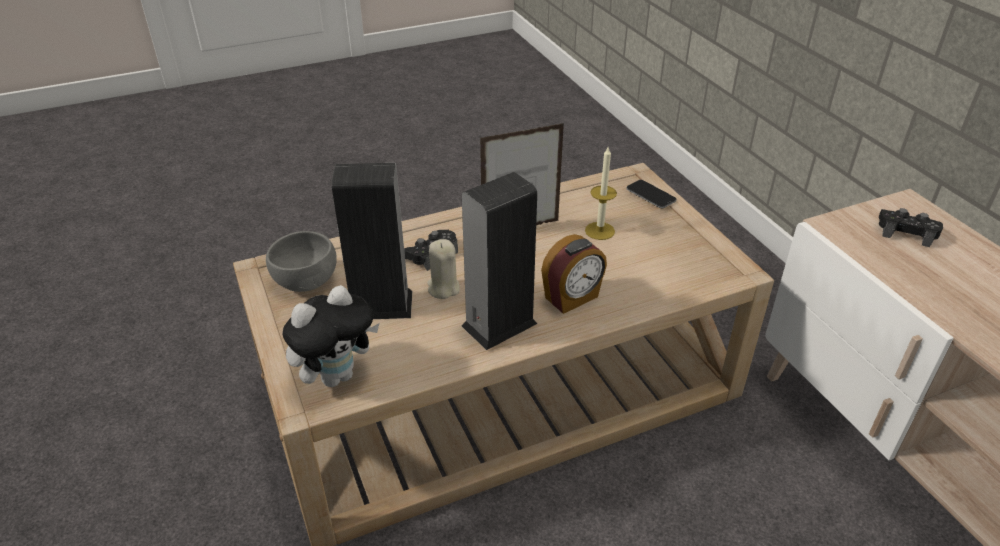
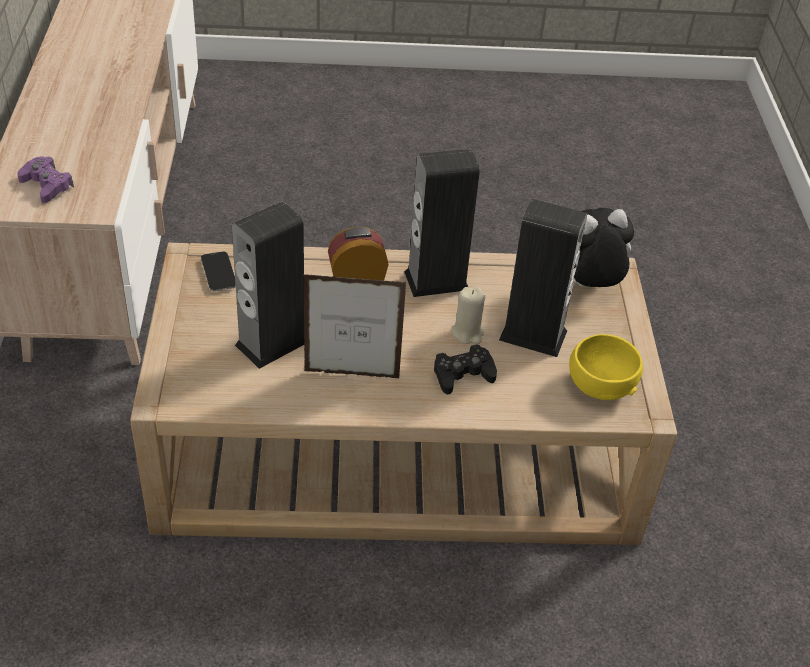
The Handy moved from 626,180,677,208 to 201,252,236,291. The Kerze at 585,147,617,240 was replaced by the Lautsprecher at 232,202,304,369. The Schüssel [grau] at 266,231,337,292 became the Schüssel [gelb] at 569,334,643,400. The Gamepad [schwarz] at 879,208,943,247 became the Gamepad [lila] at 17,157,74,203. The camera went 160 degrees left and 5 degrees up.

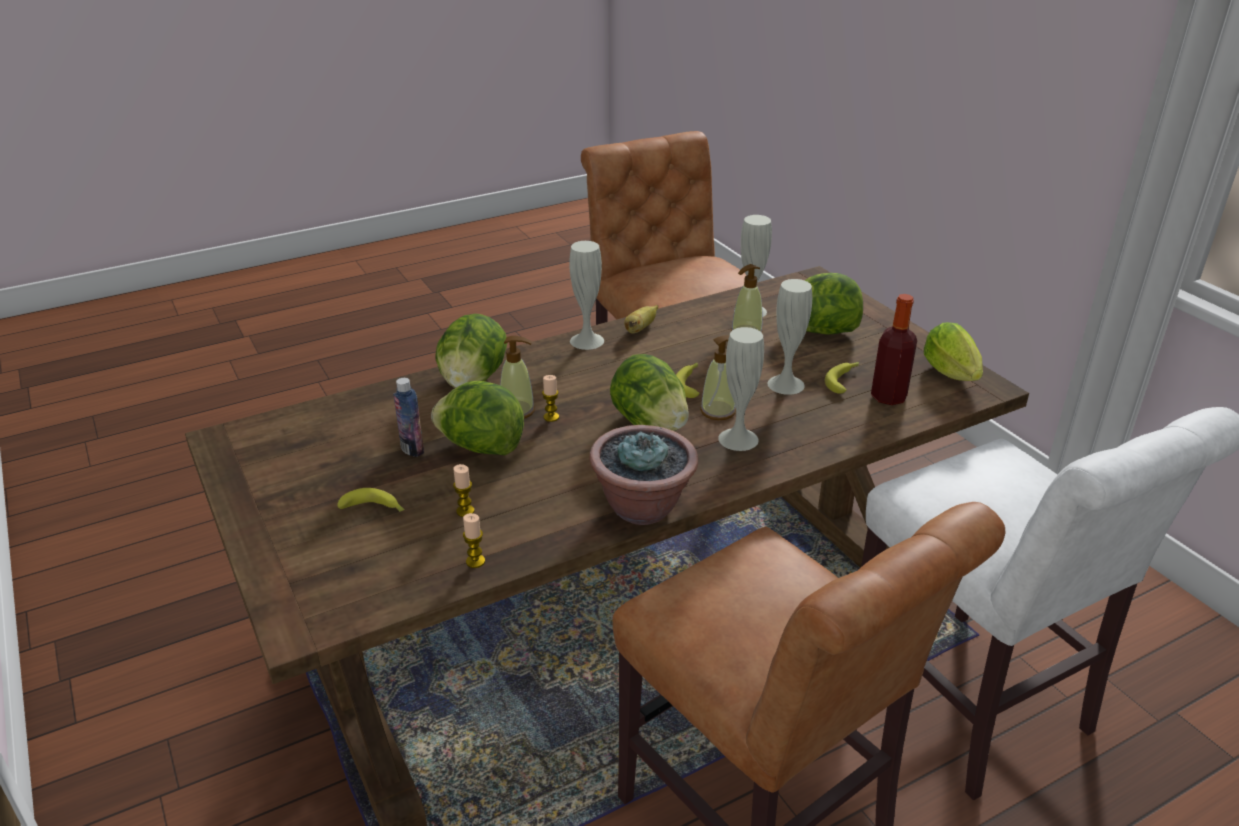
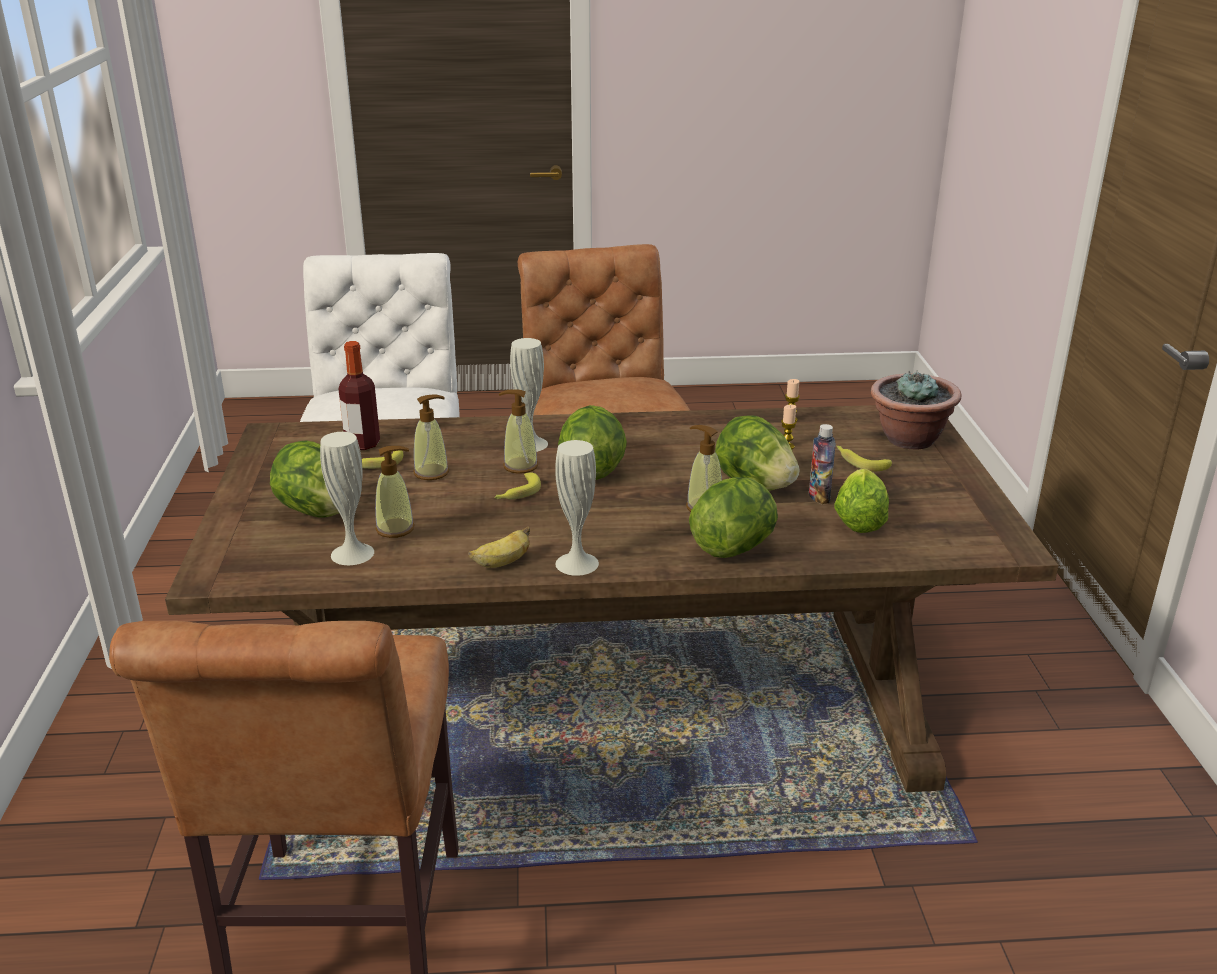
The Kerze at 542,375,559,422 disappeared. The Topfpflanze moved from 589,425,698,525 to 871,370,961,449. The Salatkopf moved from 924,322,983,381 to 835,469,889,533. The Vase [weiß] at 767,279,812,395 was replaced by the Seifenspender at 414,394,449,480. The camera went 155 degrees left and 5 degrees down.

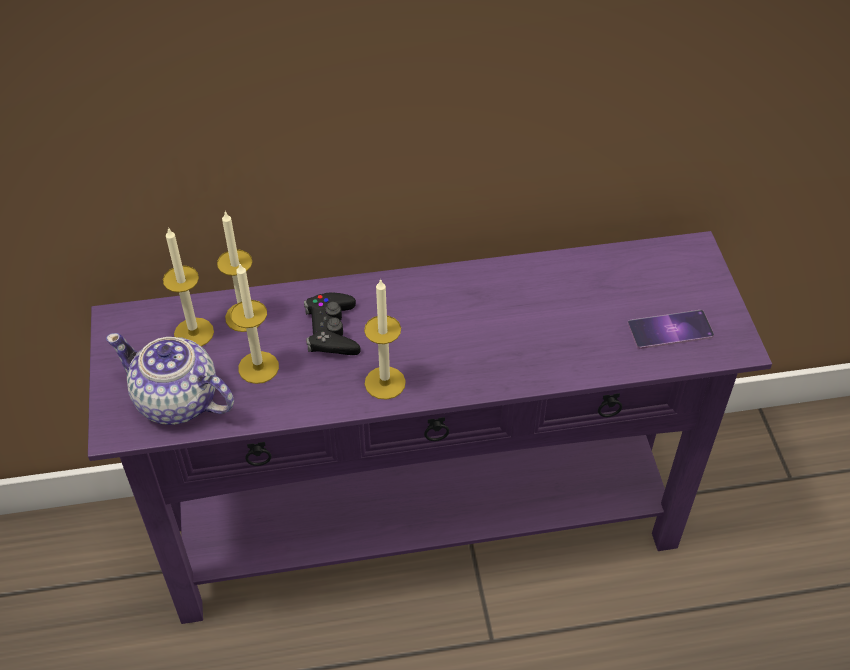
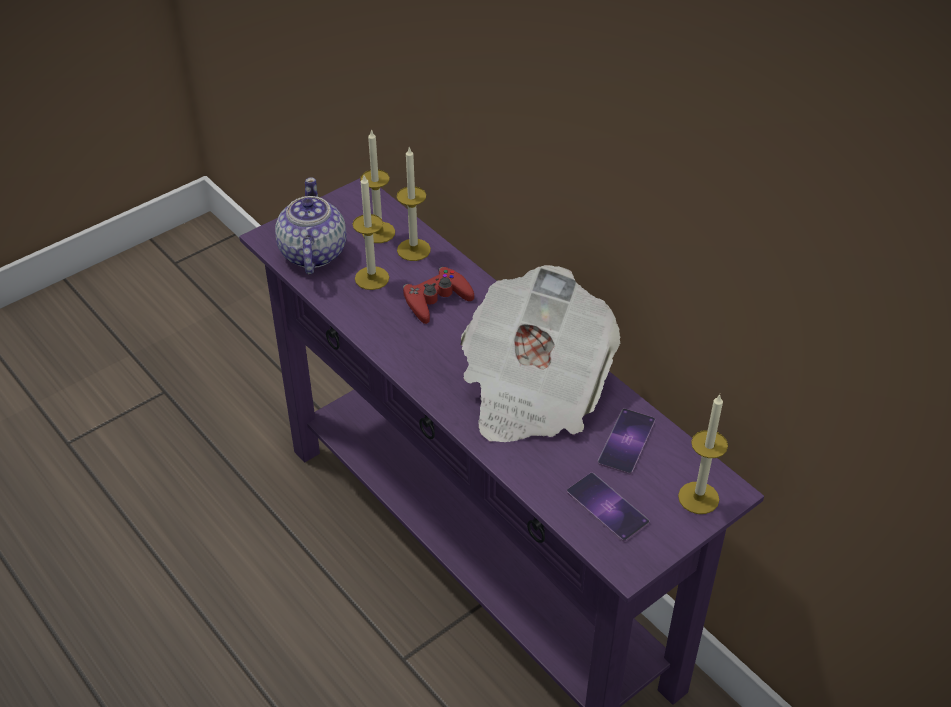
The Zeitung at 460,265,621,442 appeared. The Handy at 598,408,655,475 appeared. The Kerze moved from 364,278,406,400 to 678,394,728,514. The Gamepad [schwarz] at 304,292,361,355 became the Gamepad [rot] at 403,267,474,324. The camera went 60 degrees right and 5 degrees down.

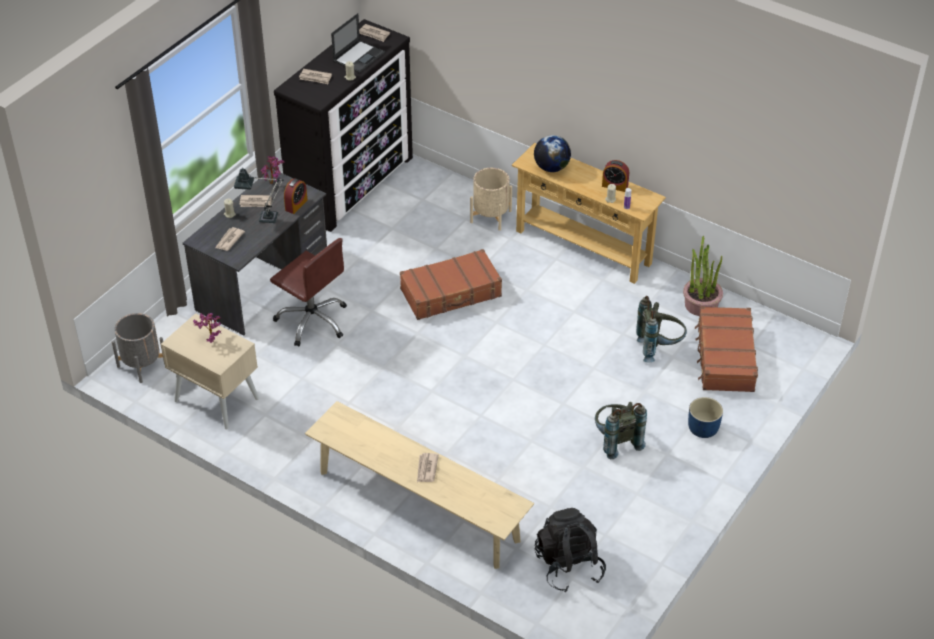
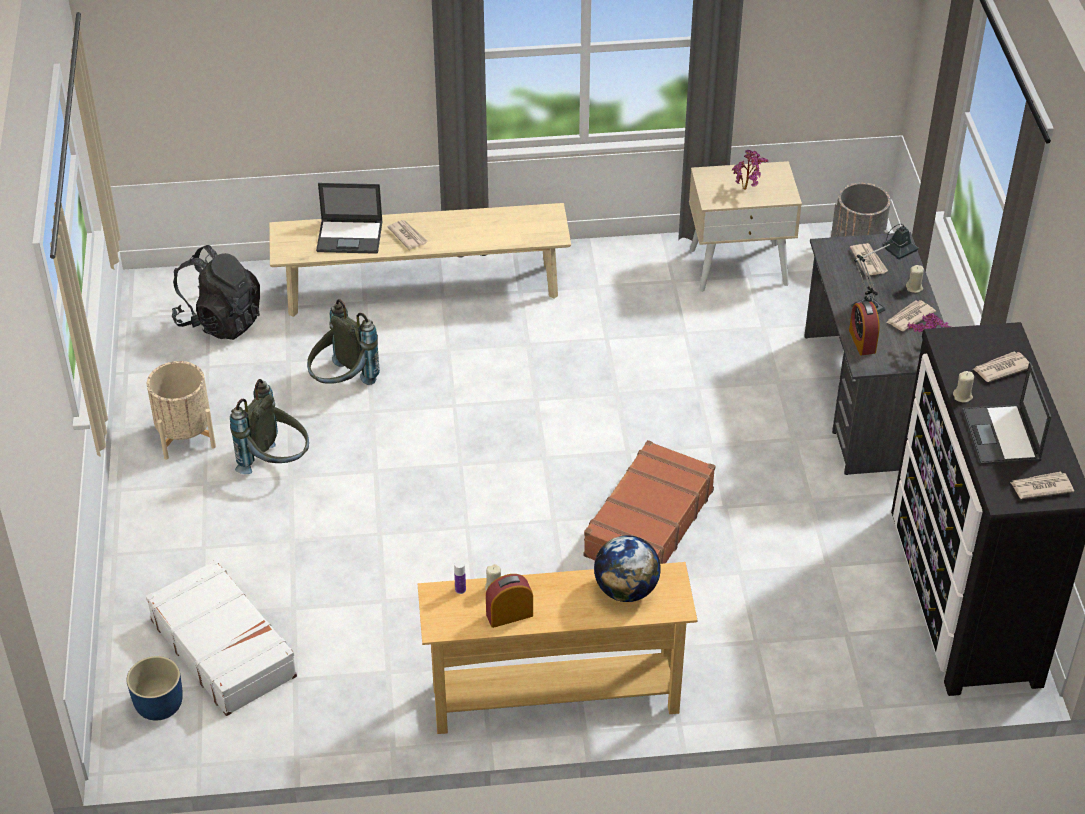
The Bürostuhl [braun] at 270,238,347,347 disappeared. The Topfpflanze at 683,236,723,316 disappeared. The Laptop at 316,183,383,254 appeared. The Pflanzkübel [beige] moved from 470,168,512,231 to 147,361,216,460. The Rucksack [grau] moved from 636,296,687,362 to 307,299,380,385. The Pflanzkübel [blau] moved from 688,397,723,438 to 126,656,183,721. The Koffer [braun] at 695,306,758,392 became the Koffer [weiß] at 146,560,297,716. The camera went 140 degrees right and 0 degrees up.

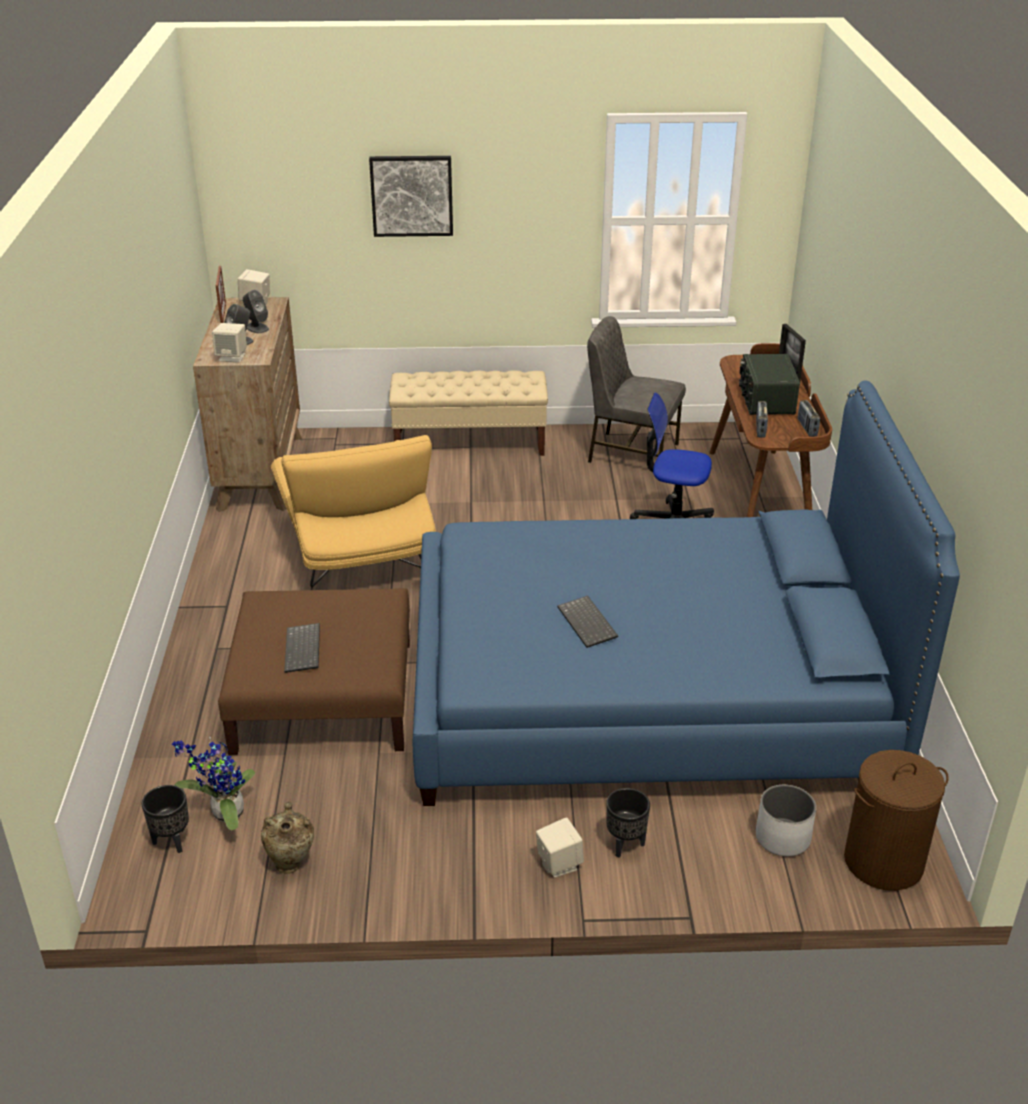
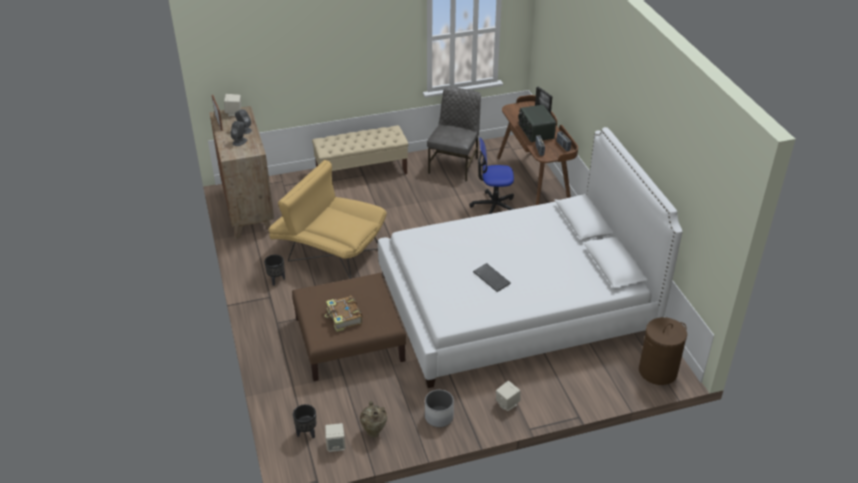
The Topfpflanze at 172,737,255,830 disappeared. The Bild at 369,156,453,237 disappeared. The Lautsprecher [beige] moved from 212,323,247,362 to 325,423,346,452. The Pflanzkübel [schwarz] moved from 606,788,650,858 to 264,255,285,286. The Pflanzkübel [weiß] moved from 756,785,816,857 to 425,390,454,427. The Tastatur at 284,623,320,673 was replaced by the Buch at 325,296,363,332. The Bett [blau] at 413,381,960,806 became the Bett [weiß] at 378,127,683,388. The Sessel [gelb] at 271,435,436,588 turned 150 degrees clockwise. The Stuhl [grau] at 587,316,686,463 turned 105 degrees clockwise. The camera went 15 degrees left and 5 degrees up.

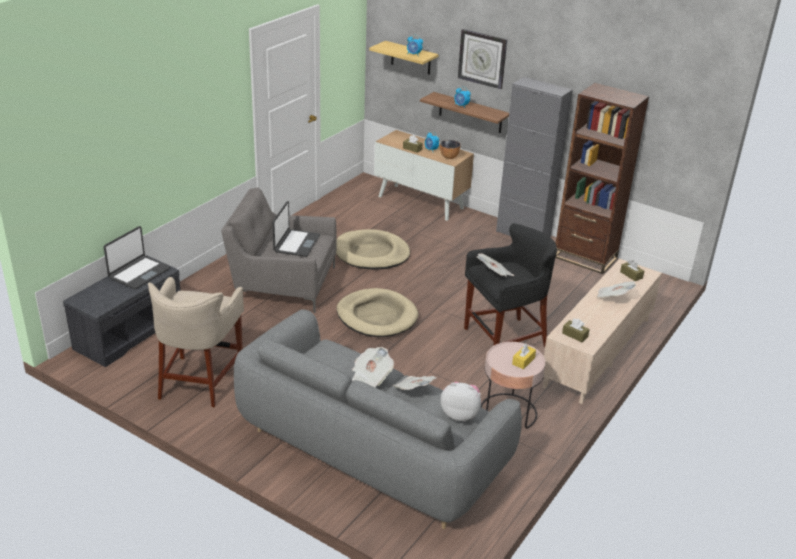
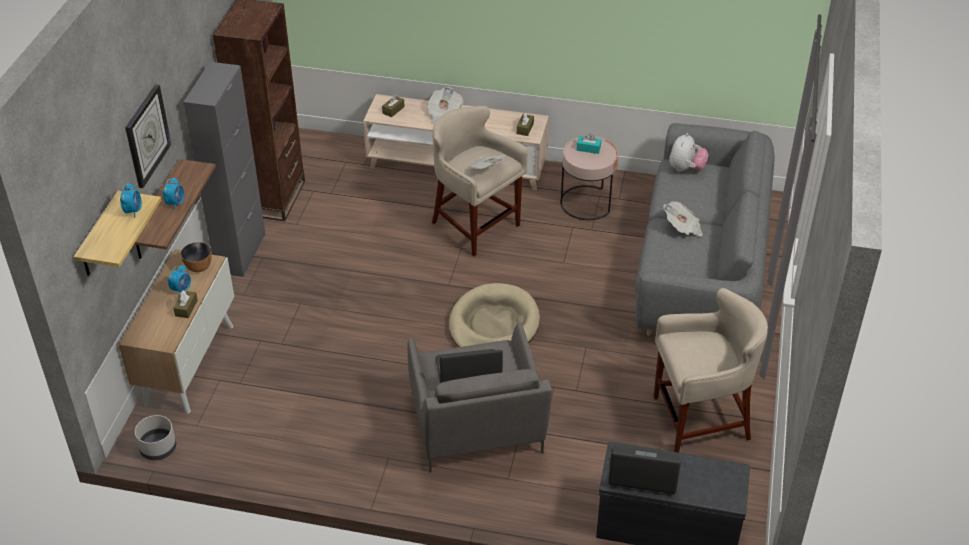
The Hundebett [beige] at 336,229,410,270 disappeared. The Zeitung at 393,376,437,390 disappeared. The Pflanzkübel [grau] at 135,415,176,460 appeared. The Hocker [schwarz] at 464,223,557,347 became the Hocker [beige] at 432,106,528,257. The Taschentuchbox [gelb] at 512,344,536,369 became the Taschentuchbox [türkis] at 577,134,601,154. The Plüschtier at 440,382,481,421 turned 150 degrees counterclockwise. The camera went 110 degrees left and 10 degrees up.

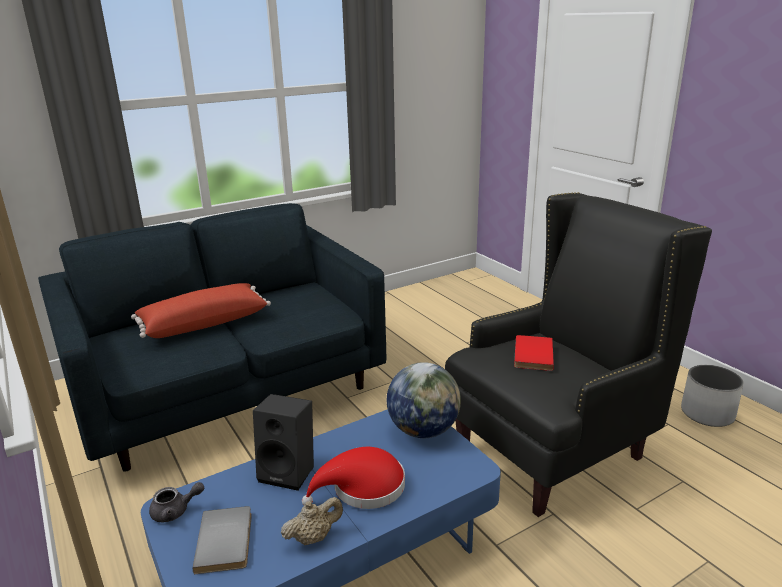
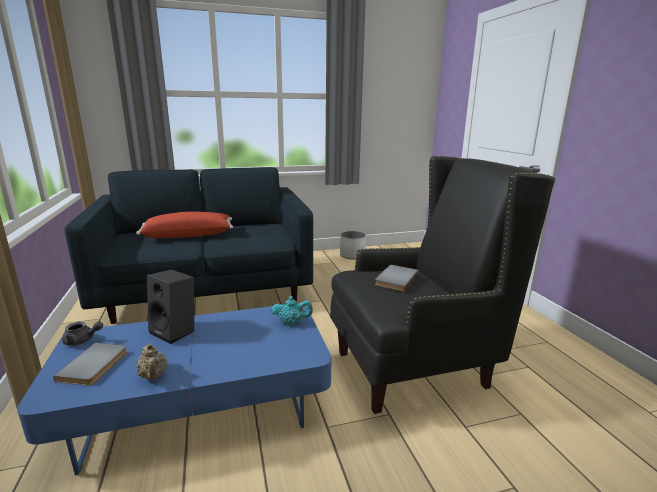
The Hut [rot] at 302,447,405,509 disappeared. The Pflanzkübel [weiß] moved from 681,365,744,427 to 340,231,366,259. The Globus at 387,362,461,438 was replaced by the Teekanne [türkis] at 271,296,313,325. The Buch [rot] at 514,335,554,371 became the Buch [grau] at 375,265,418,291. The Teekanne [beige] at 281,497,343,545 turned 75 degrees clockwise. The camera went 15 degrees right and 5 degrees down.

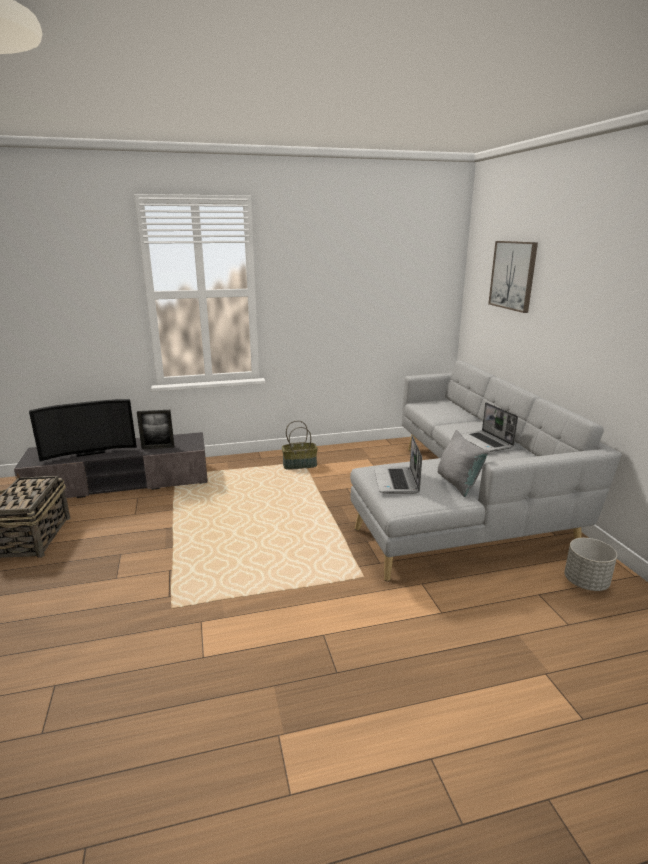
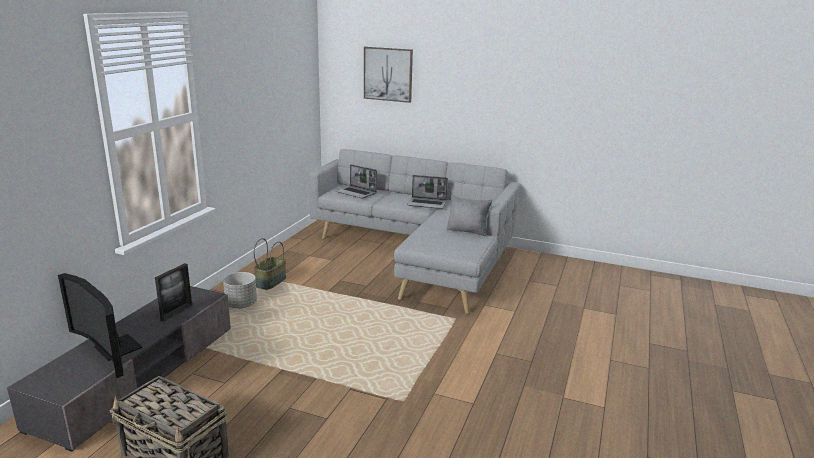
The Laptop moved from 374,435,422,494 to 336,164,377,199. The Pflanzkübel [grau] moved from 564,538,617,591 to 223,272,257,308. The Fernseher at 29,399,137,461 turned 120 degrees clockwise. The camera went 55 degrees left and 0 degrees up.

